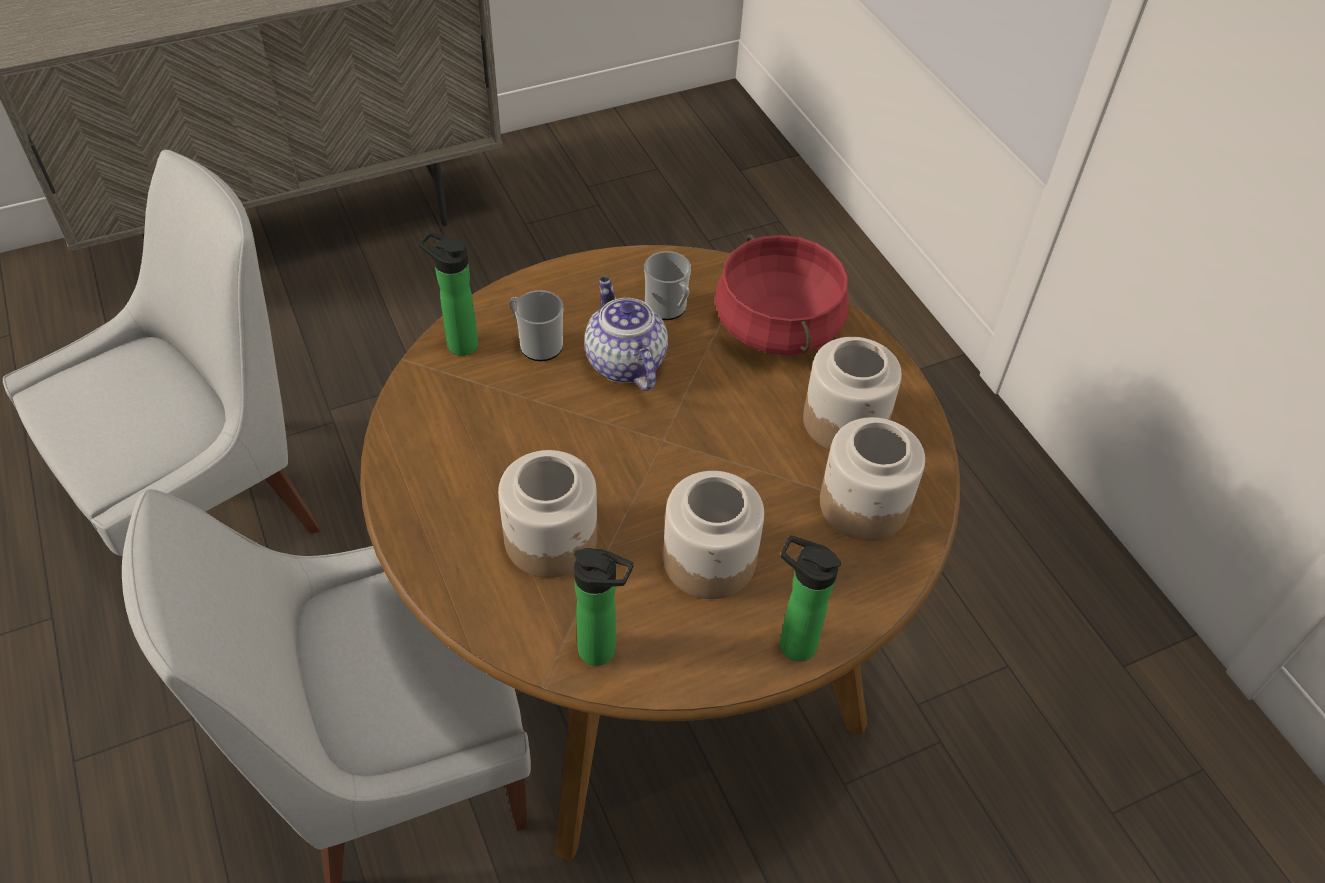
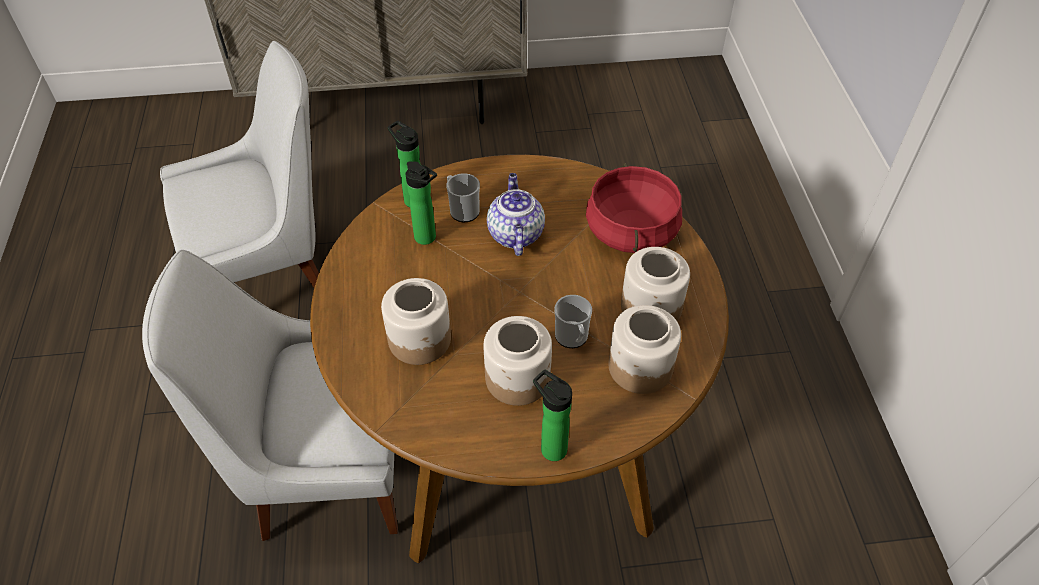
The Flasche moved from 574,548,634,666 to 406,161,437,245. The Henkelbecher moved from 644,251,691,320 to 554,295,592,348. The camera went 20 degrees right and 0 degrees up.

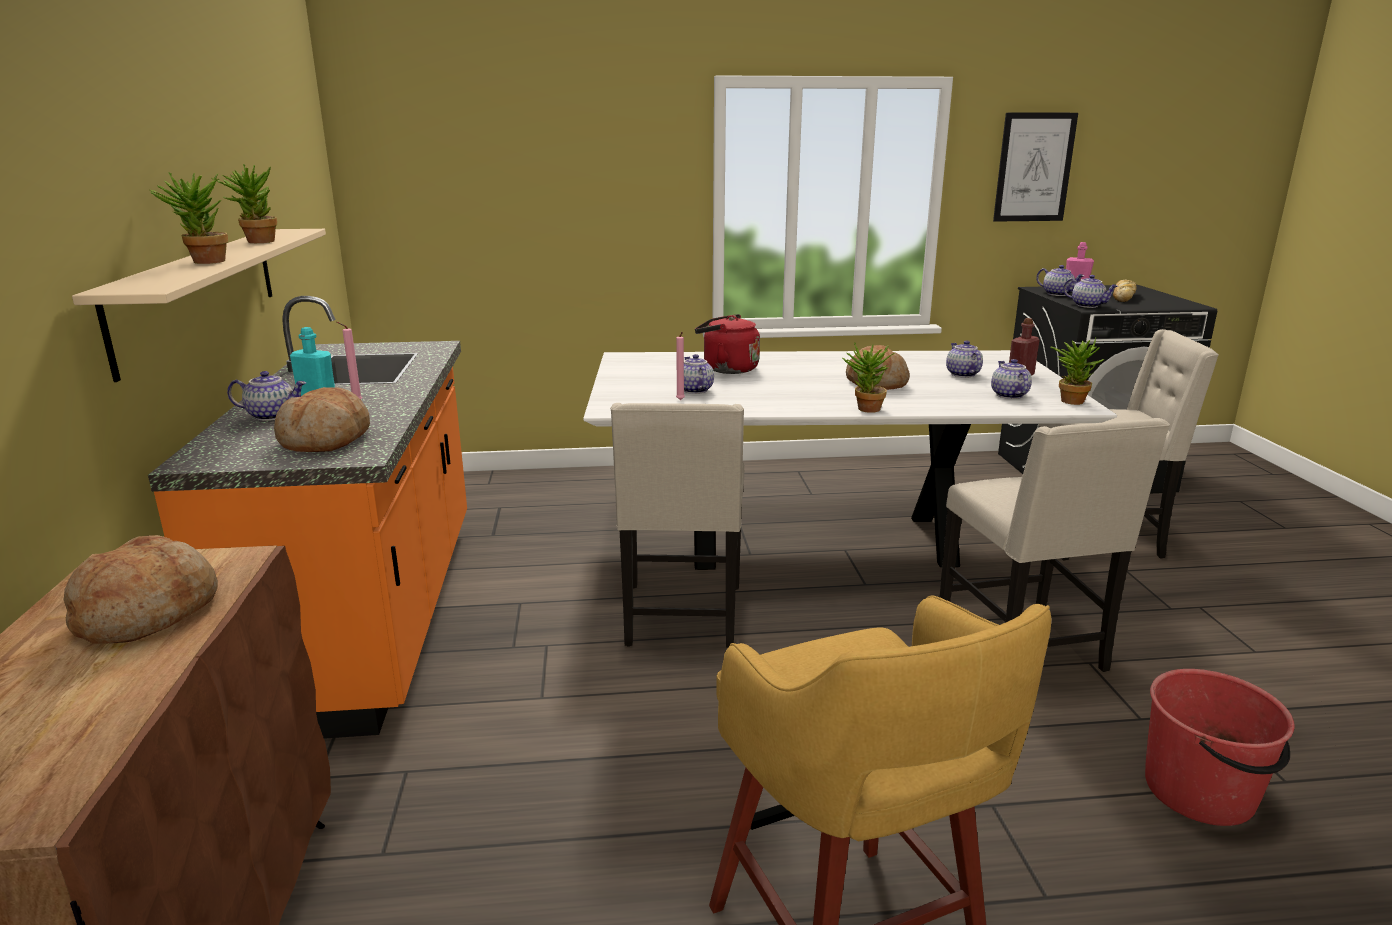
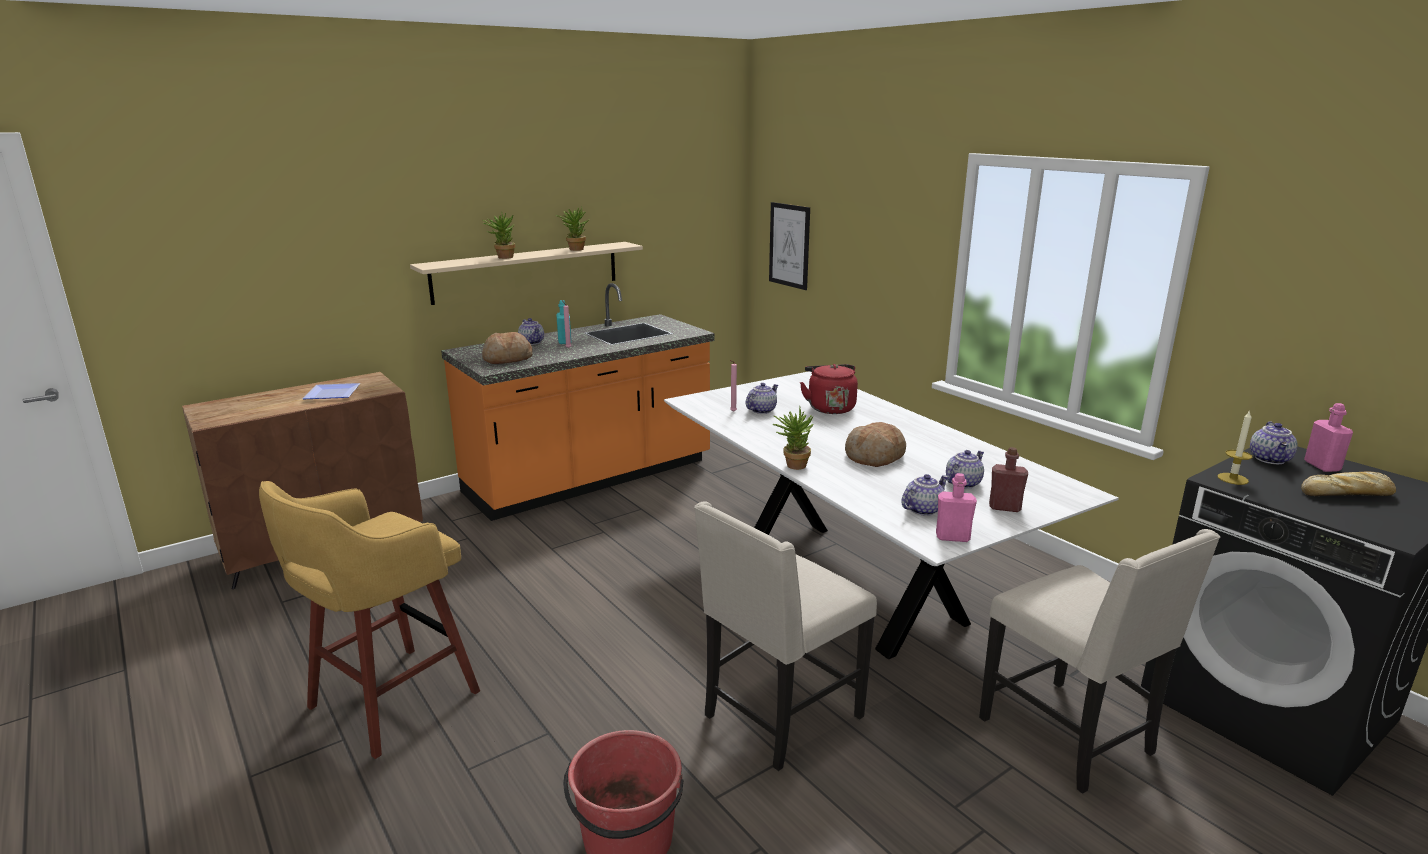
The Stuhl [beige] at 610,403,744,648 disappeared. The Bild moved from 993,113,1078,222 to 769,202,810,290. The Brot at 64,535,218,644 was replaced by the Teller at 302,383,360,399. The Topfpflanze at 1050,338,1104,405 was replaced by the Flasche [rosa] at 936,473,977,542. The Teekanne at 1063,275,1118,308 was replaced by the Kerze at 1217,410,1252,485. The camera went 60 degrees right and 0 degrees up.

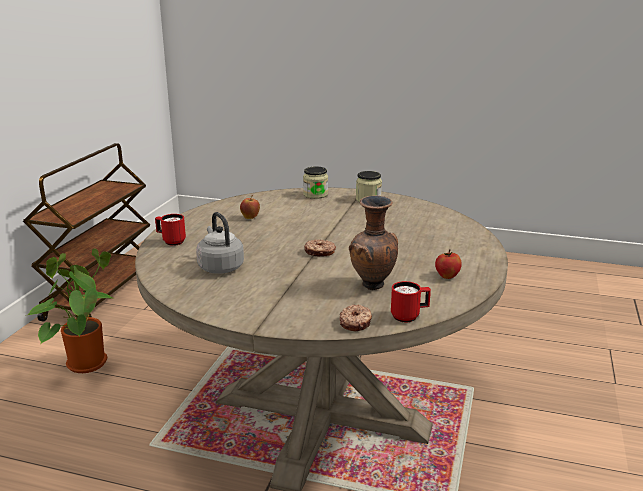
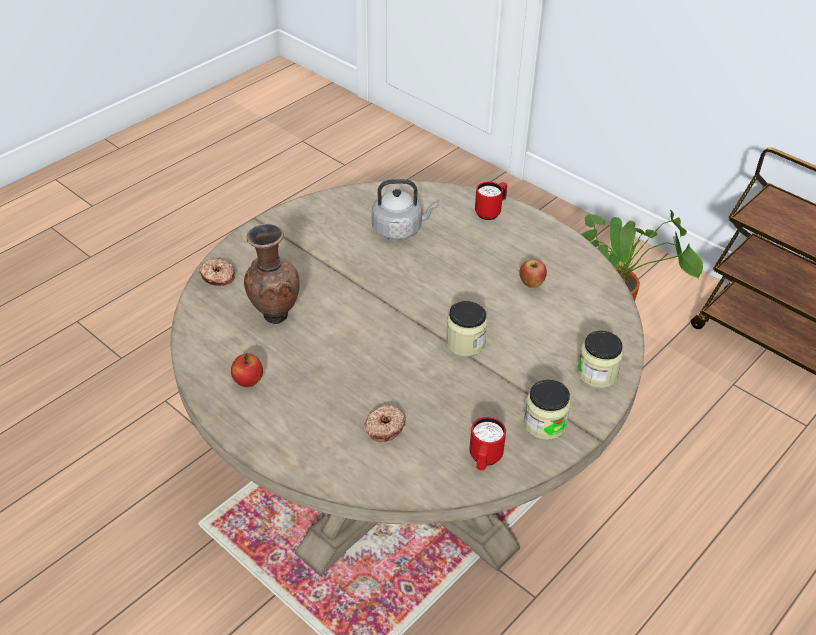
The Vorratsglas at 446,301,487,357 appeared. The Donut moved from 304,239,336,257 to 364,404,406,442. The Henkelbecher [rot] moved from 391,281,431,322 to 469,417,506,470. The camera went 115 degrees right and 20 degrees up.

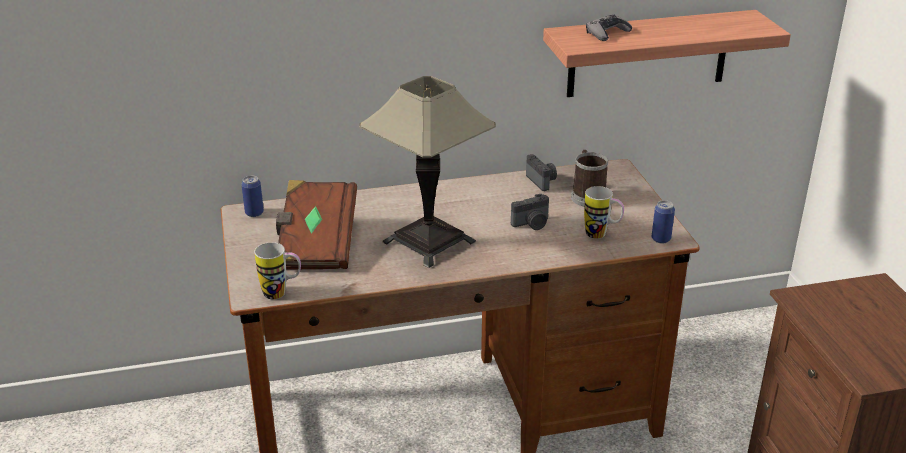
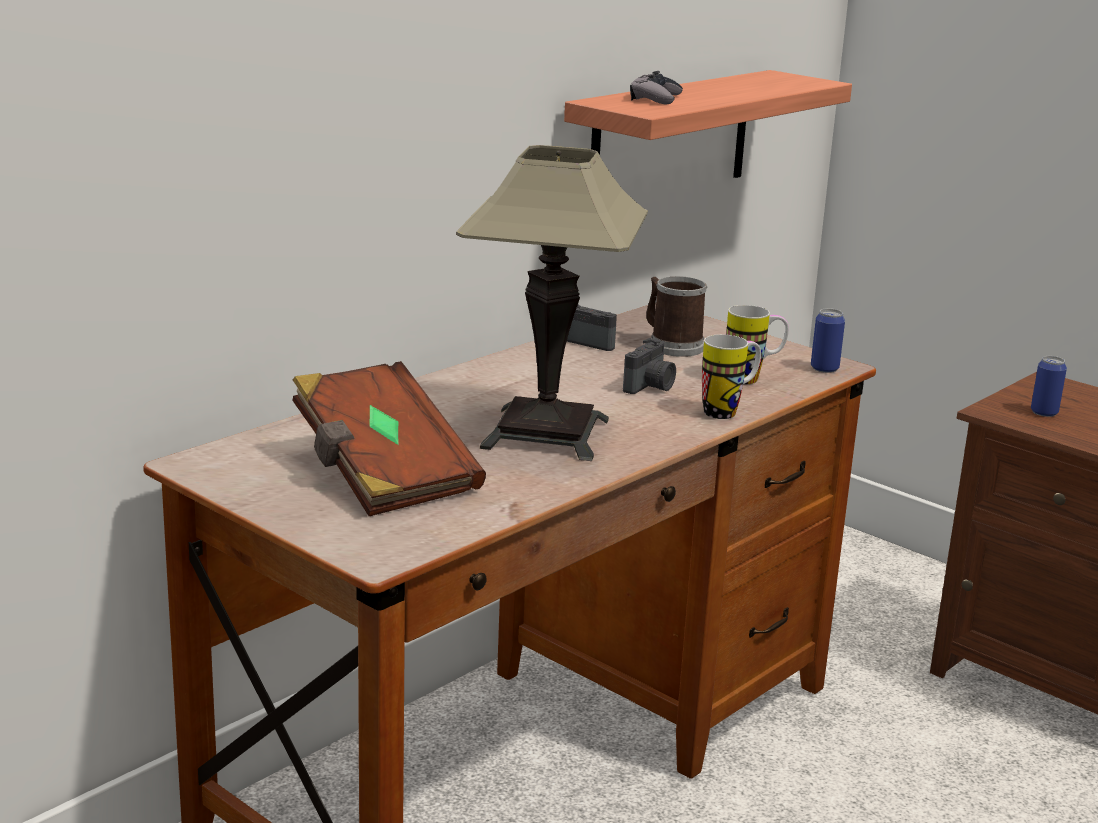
The Dose moved from 241,176,264,217 to 1031,356,1067,417. The Henkelbecher moved from 254,242,301,299 to 702,334,761,419. The camera went 35 degrees left and 10 degrees down.

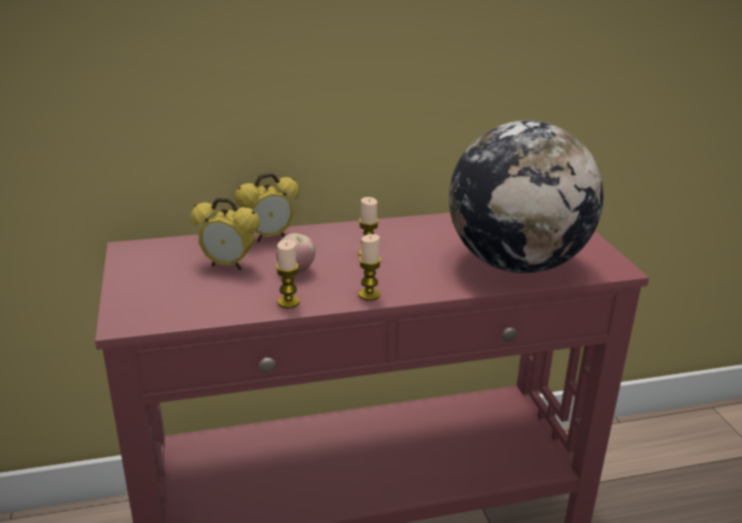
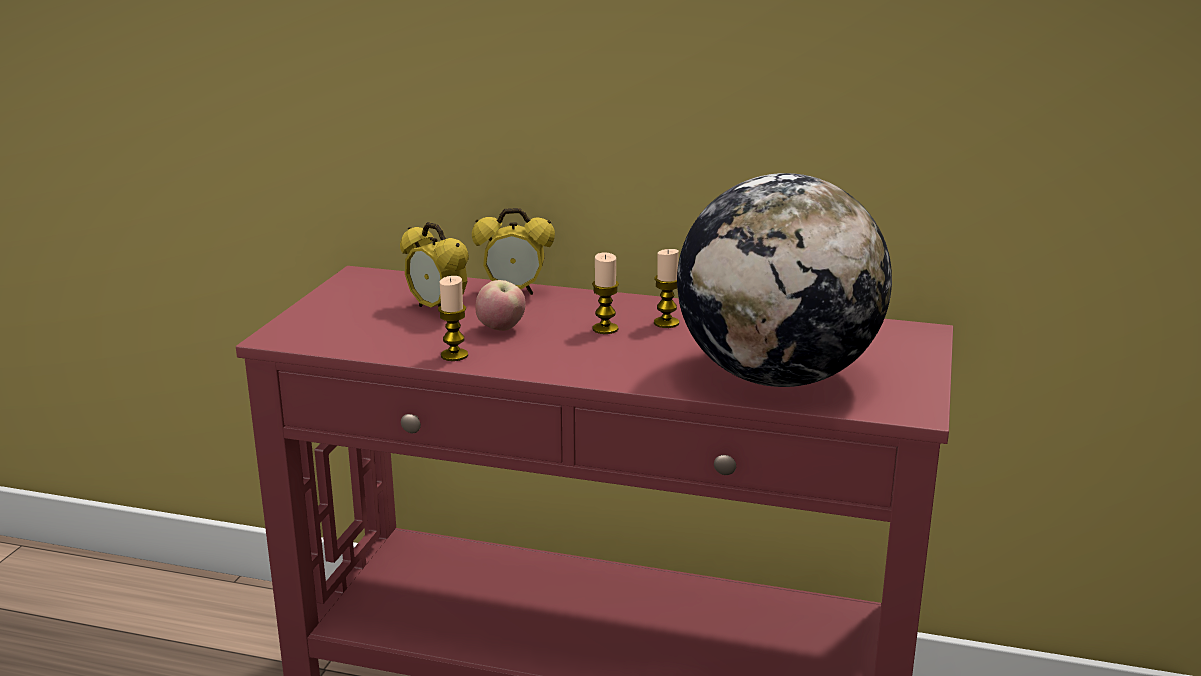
The Kerze moved from 359,234,381,301 to 654,249,679,328. The camera went 30 degrees right and 5 degrees down.

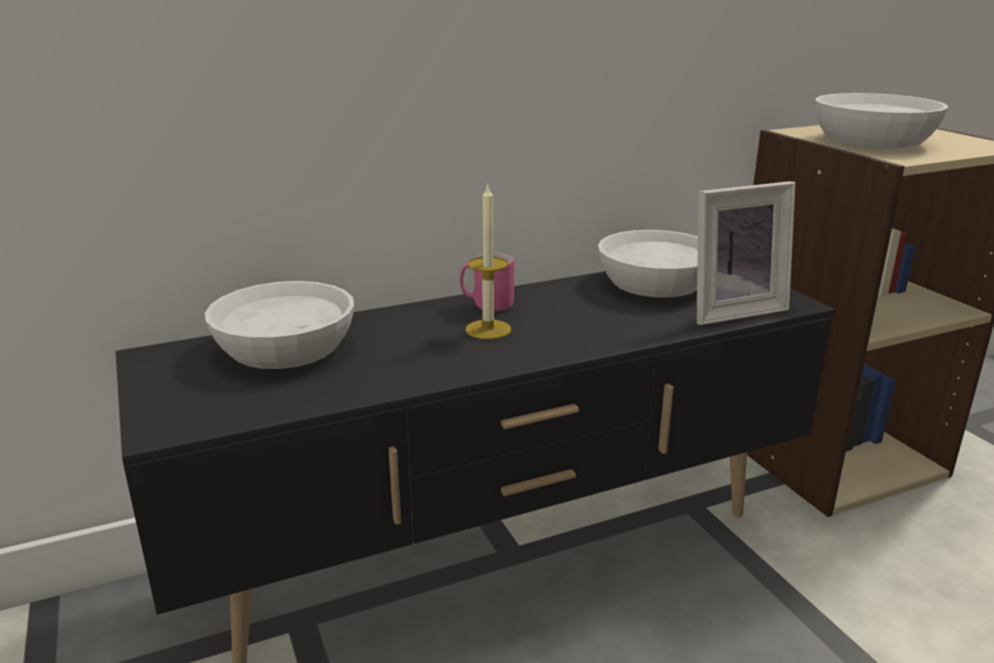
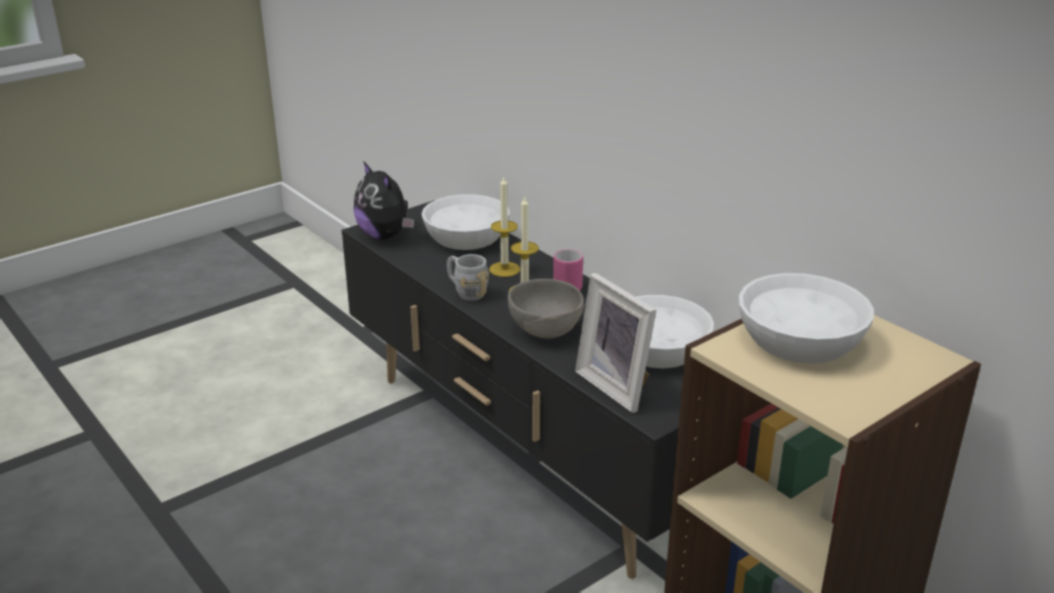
The Plüschtier at 354,162,414,240 appeared. The Henkelbecher [grau] at 447,254,489,301 appeared. The Kerze at 489,177,520,277 appeared. The Schüssel [grau] at 508,279,584,339 appeared. The camera went 75 degrees right and 5 degrees up.

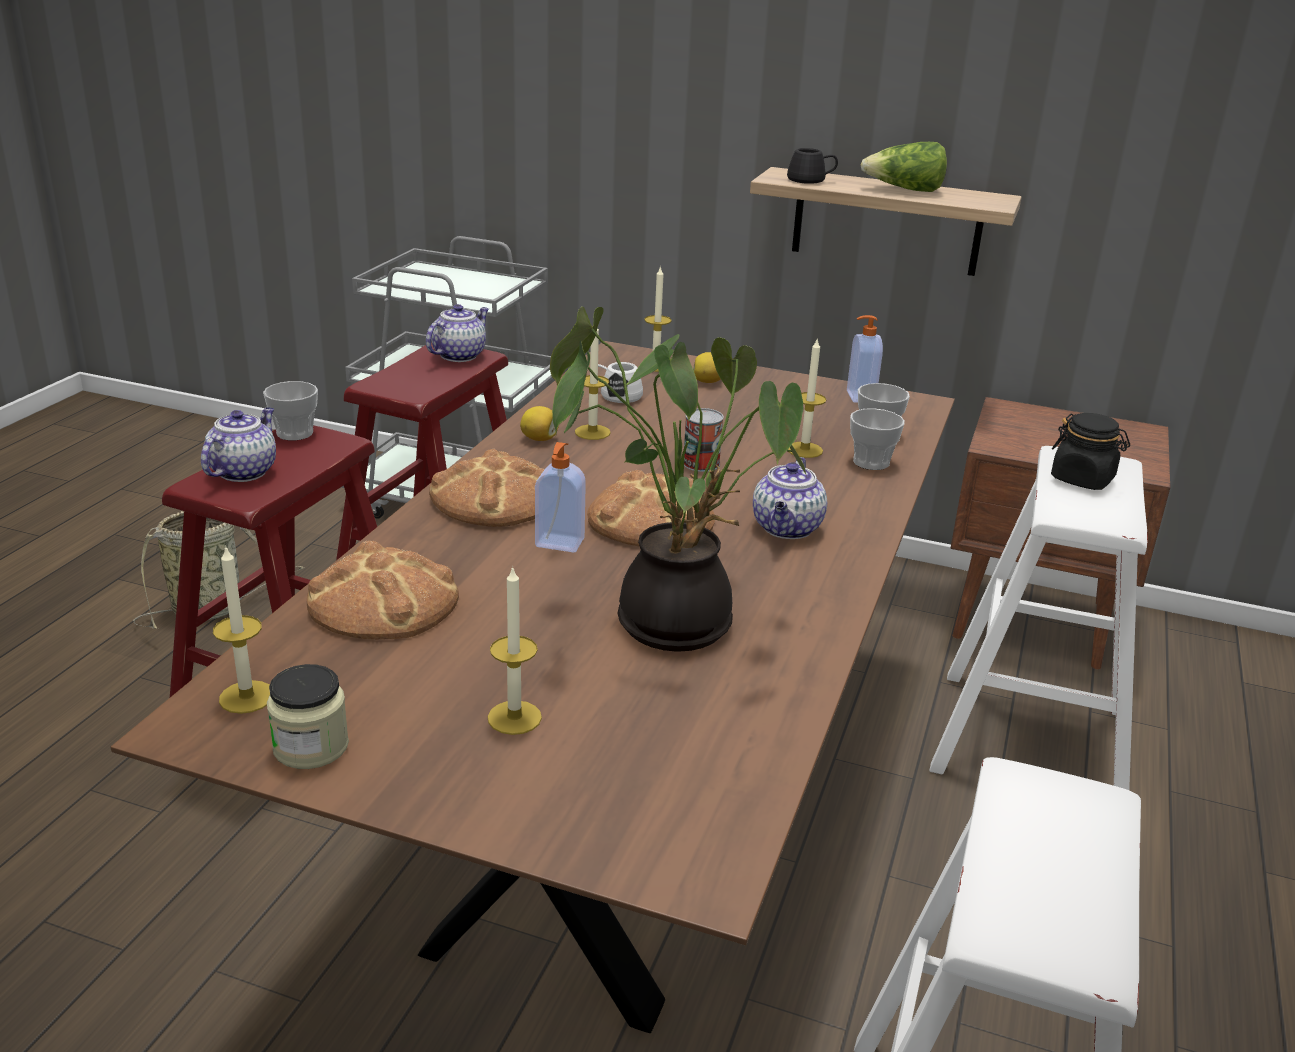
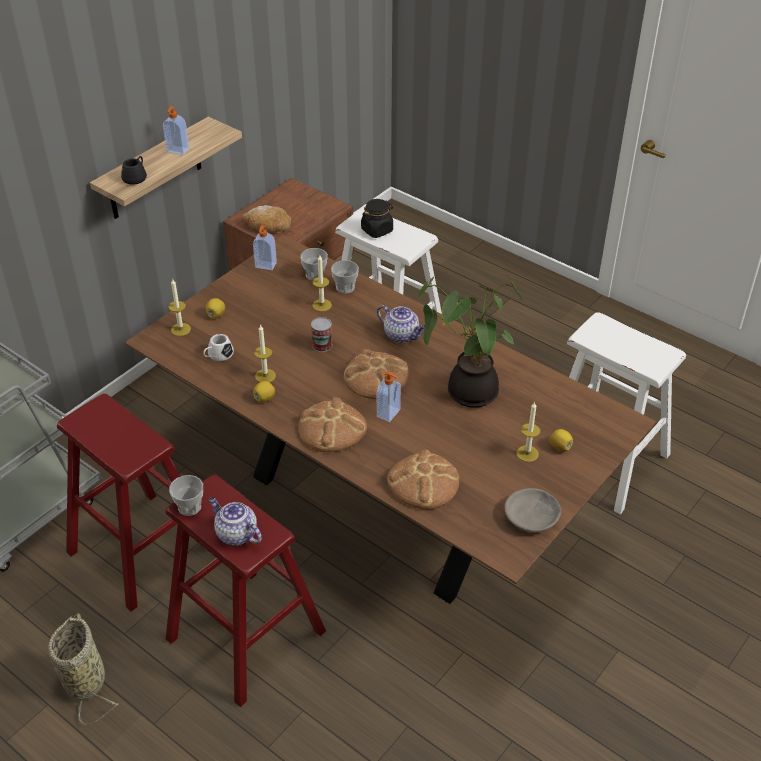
The Kerze at 213,545,270,714 disappeared. The Teekanne at 426,304,489,362 disappeared. The Brot at 242,205,292,232 appeared. The Zitrone at 549,429,573,451 appeared. The Vorratsglas at 267,664,349,769 was replaced by the Schüssel [grau] at 504,488,561,533. The Salatkopf at 861,142,947,192 was replaced by the Seifenspender at 163,106,189,155. The camera went 70 degrees left and 15 degrees up.

